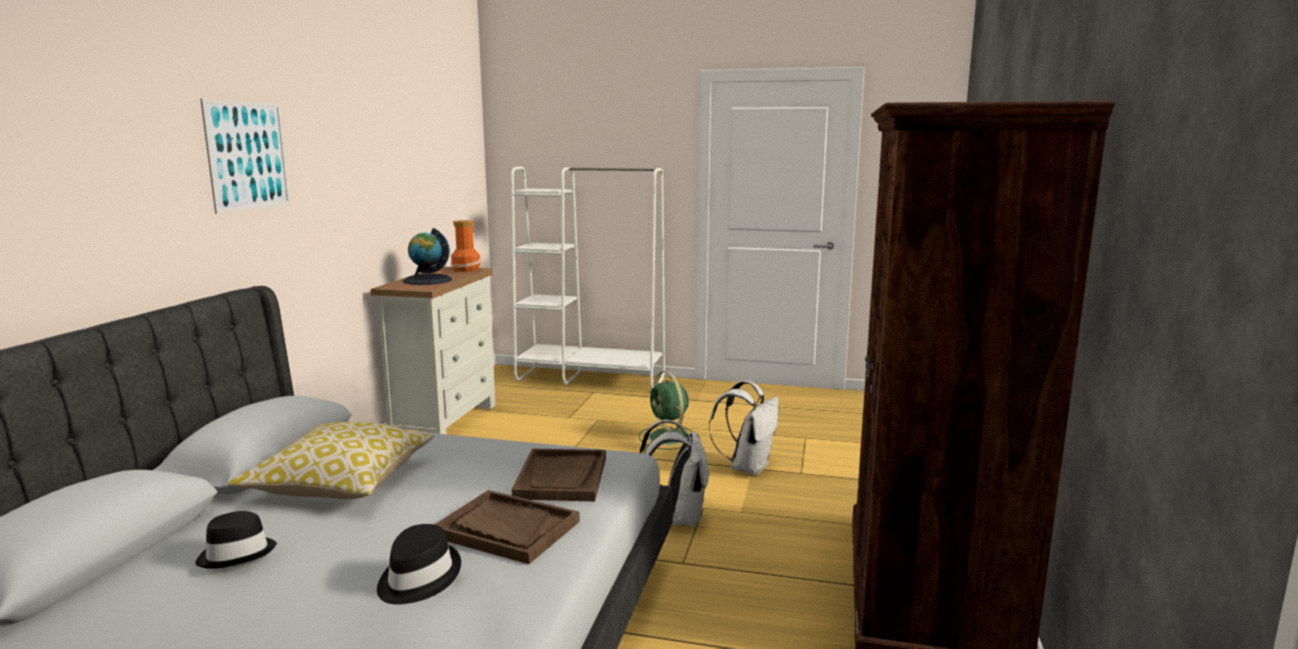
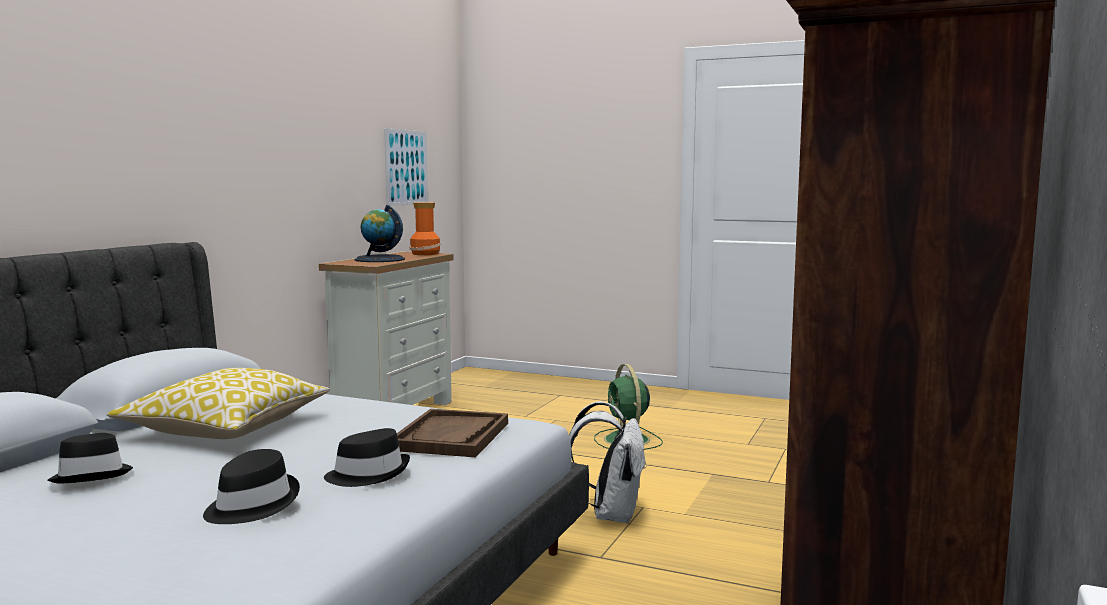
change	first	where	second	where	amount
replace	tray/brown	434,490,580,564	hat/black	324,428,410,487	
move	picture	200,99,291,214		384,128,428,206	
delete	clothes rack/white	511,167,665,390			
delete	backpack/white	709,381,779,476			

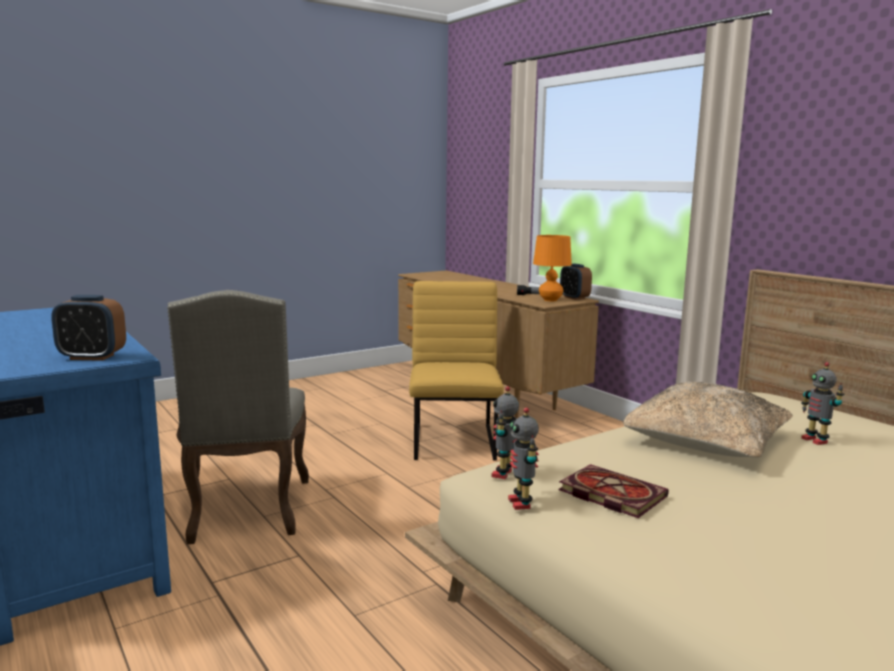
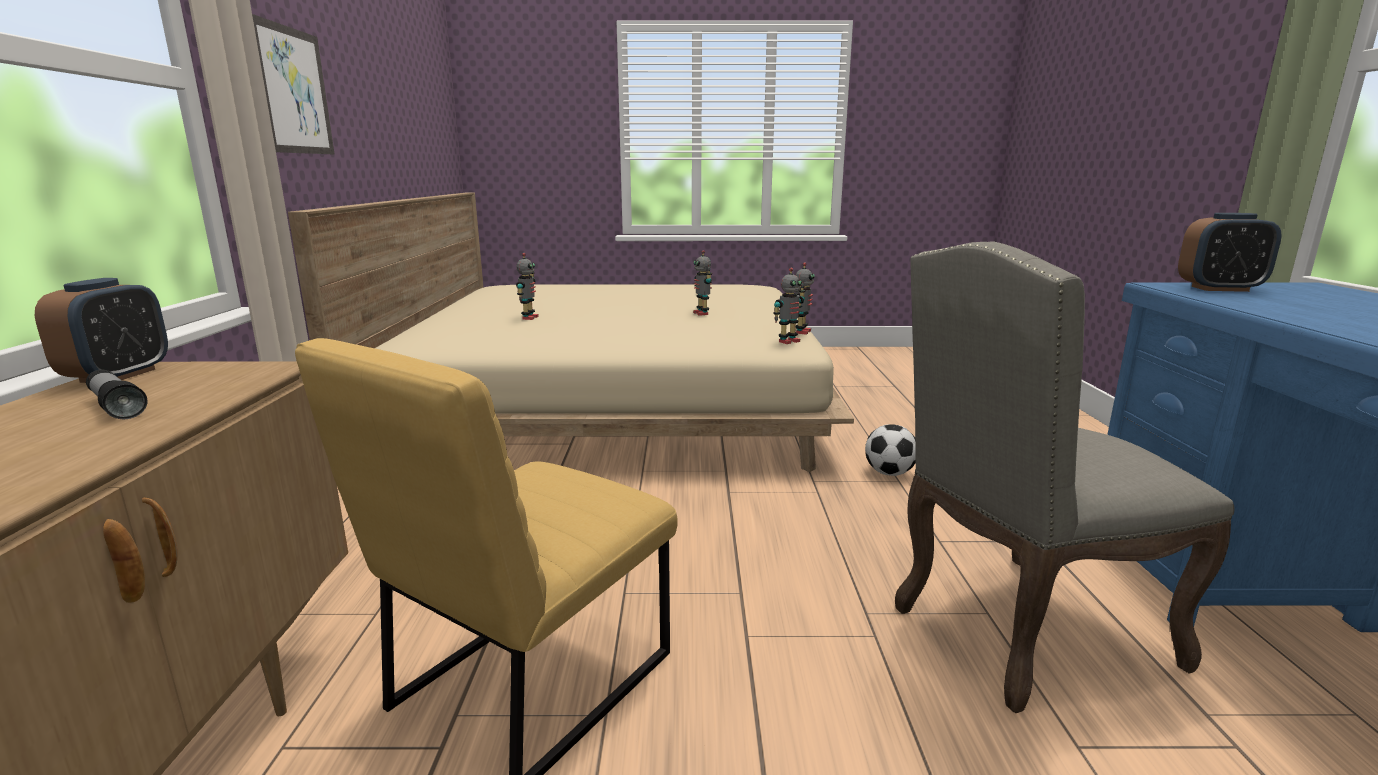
change	first	where	second	where	amount
insert			picture	252,14,335,154	
insert			toy robot	693,250,712,316	
insert			football	865,424,916,476	
rotate	chair/grey	167,290,309,544		895,241,1235,713	135 degrees counterclockwise
rotate	alarm clock	51,295,126,361		1178,213,1282,292	150 degrees clockwise
delete	table lamp/orange	533,235,572,301			
delete	book	559,464,669,518			
delete	pillow/beige	622,382,792,458			

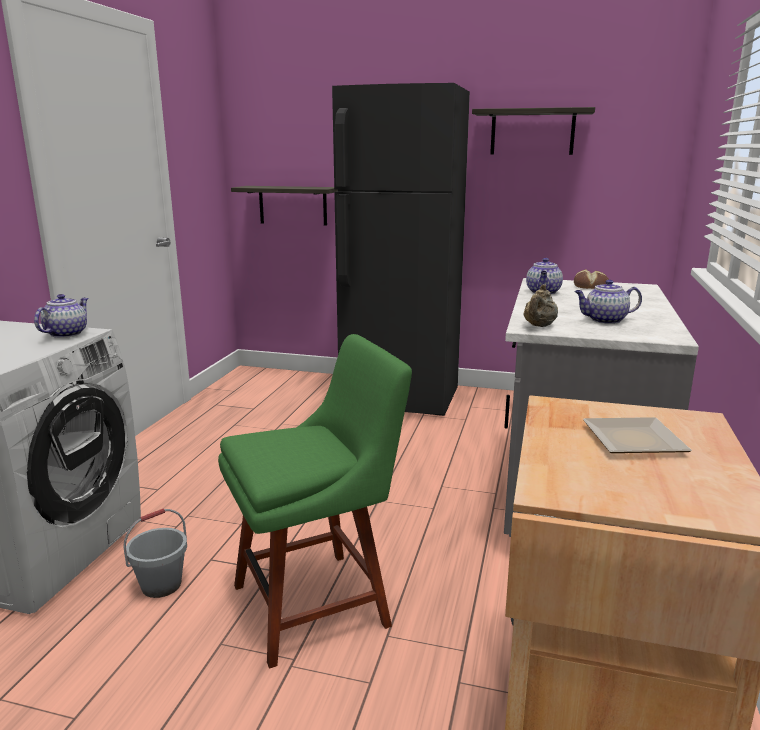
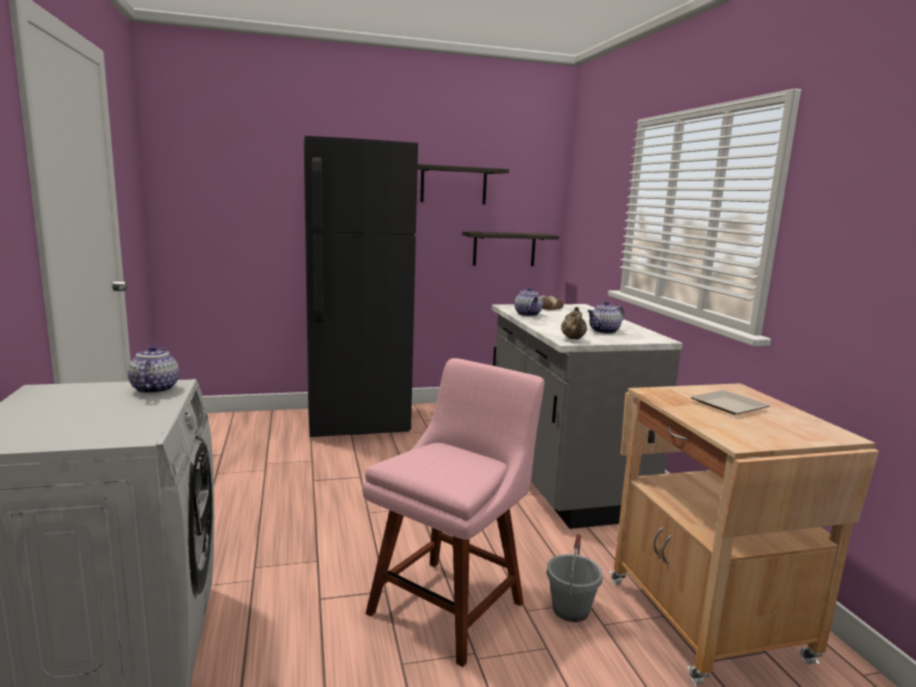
change	first	where	second	where	amount
recolor	chair/green	218,334,412,669	chair/pink	362,358,545,667	
move	shelf	231,186,338,226		462,231,559,266	
move	bucket/grey	123,508,187,598		547,534,603,622	

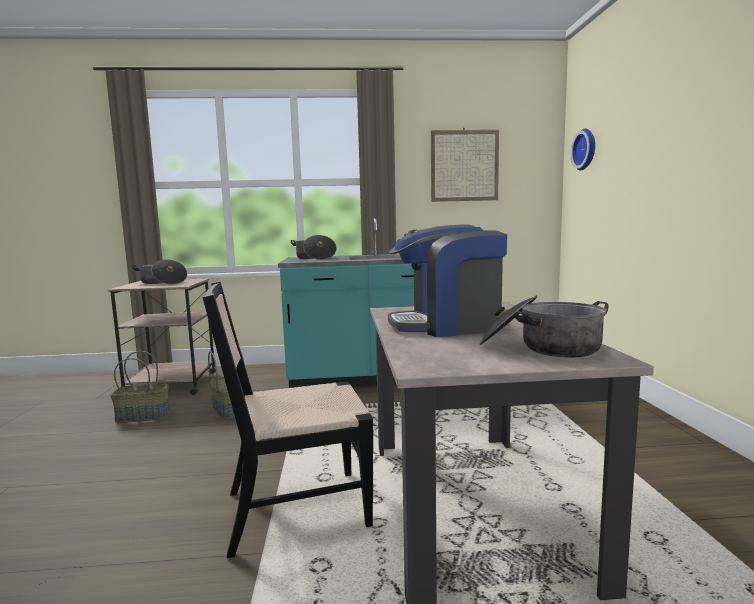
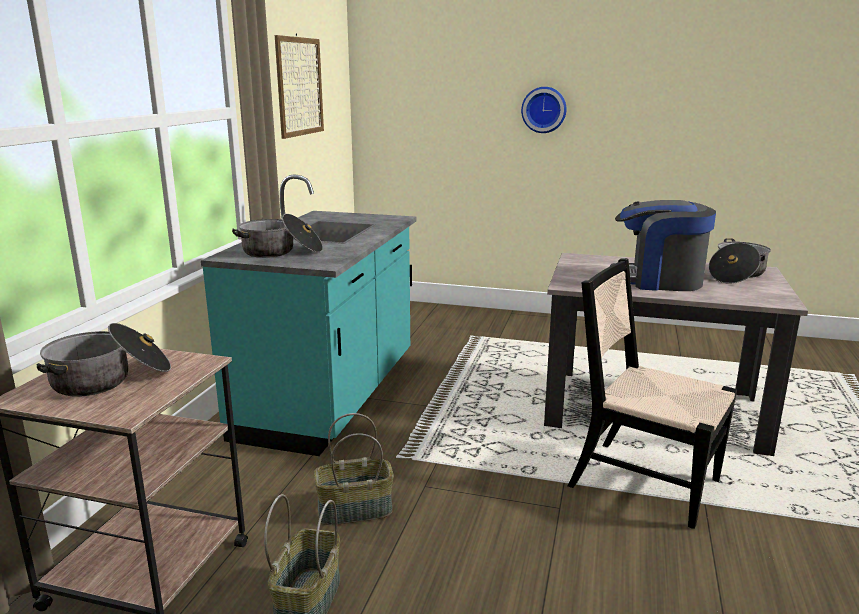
change	first	where	second	where	amount
move	wall clock	571,129,595,170		521,87,567,133	
rotate	chair	203,281,373,558		568,258,737,529	120 degrees clockwise
rotate	coffee machine	388,224,507,337		610,200,716,291	90 degrees clockwise

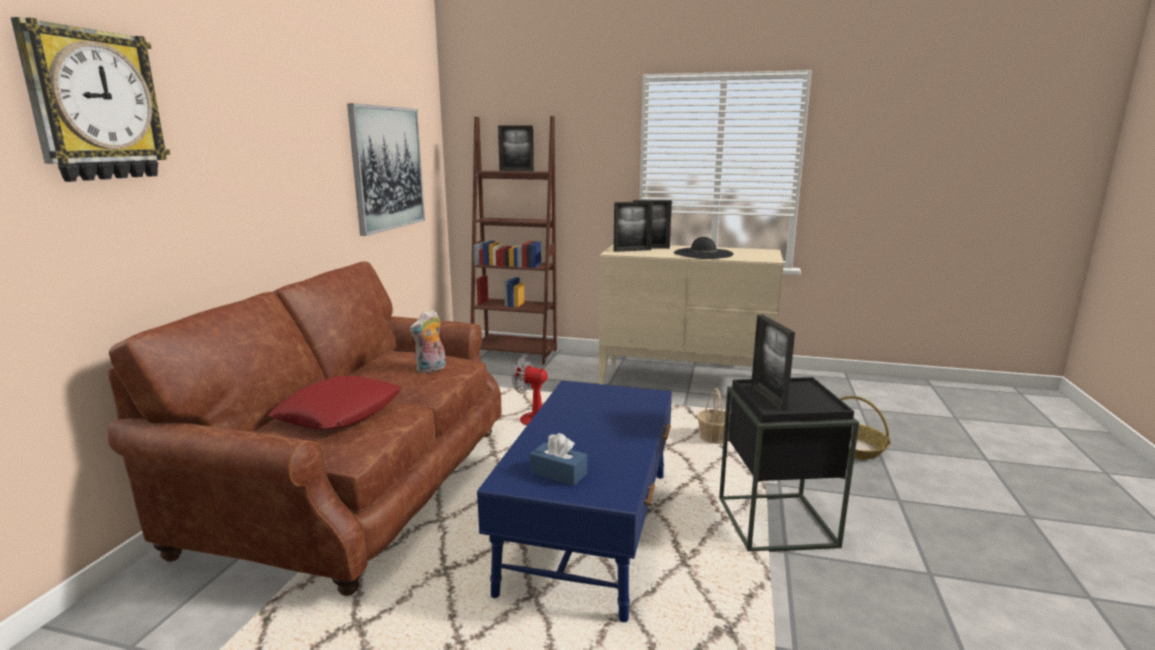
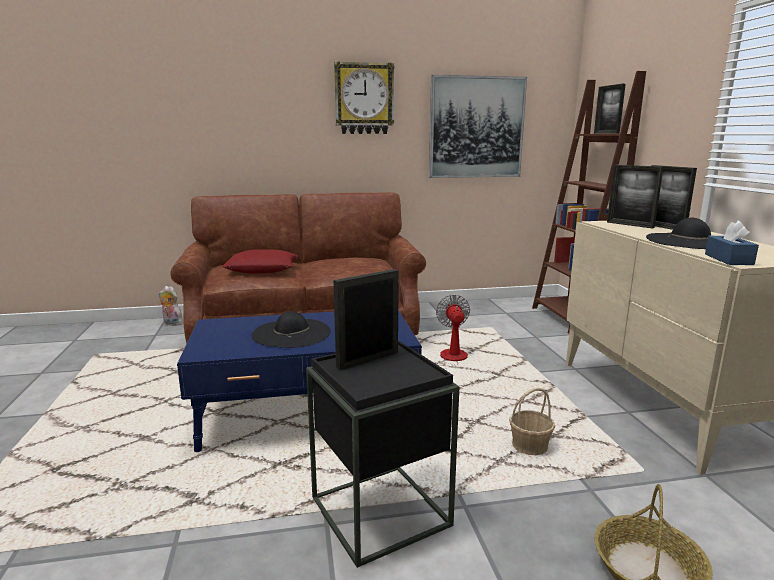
change	first	where	second	where	amount
move	plush toy	409,310,446,374		159,286,183,326	
insert			hat/black	251,311,330,348	
move	wall clock	11,17,170,182		334,61,395,134	
move	tissue box/blue	530,433,587,486		705,221,759,265	

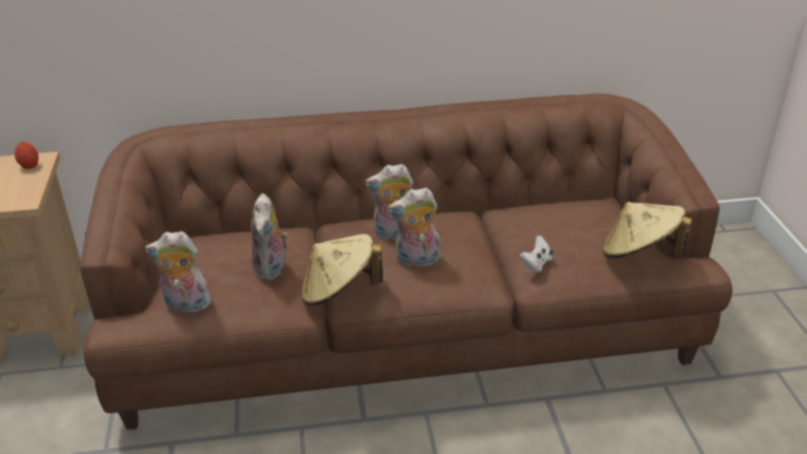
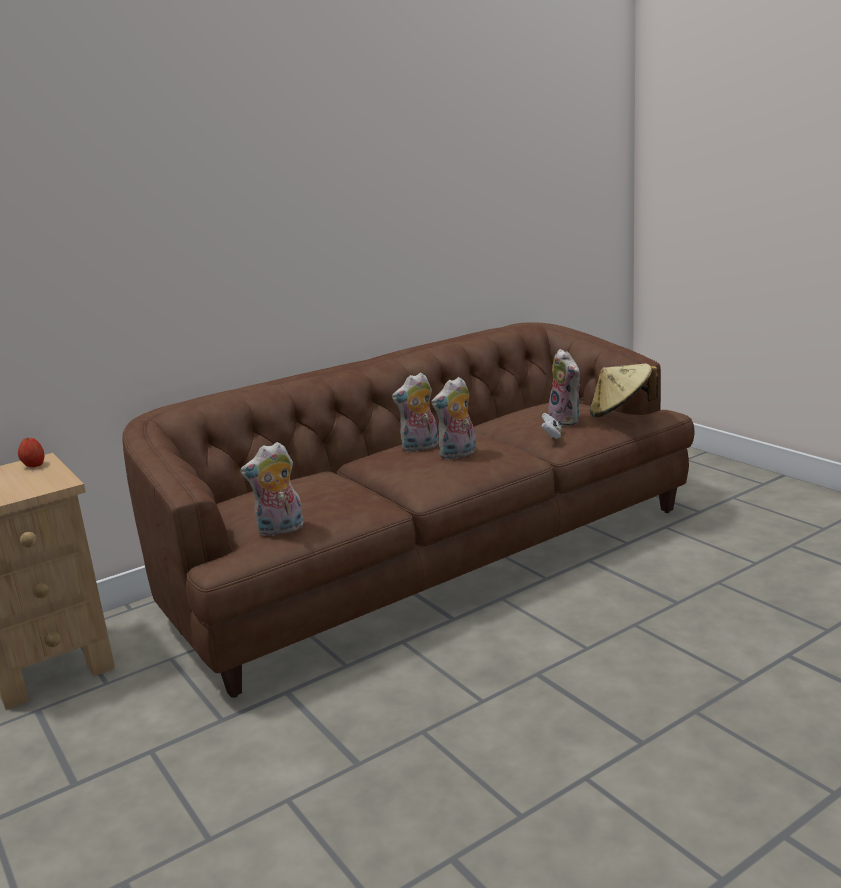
change	first	where	second	where	amount
move	plush toy	251,193,288,281		549,349,580,426	
delete	hat/beige	301,234,383,306			

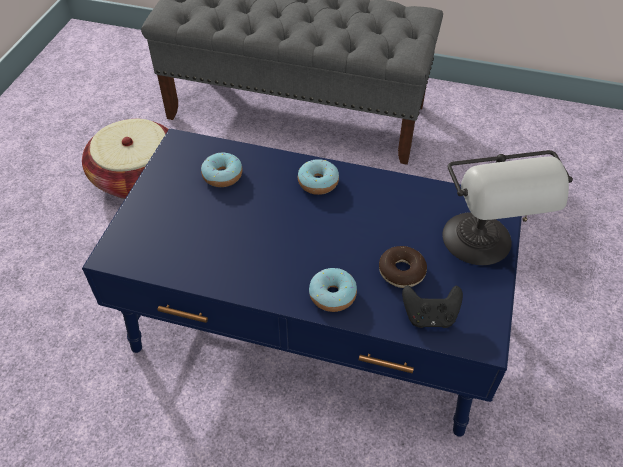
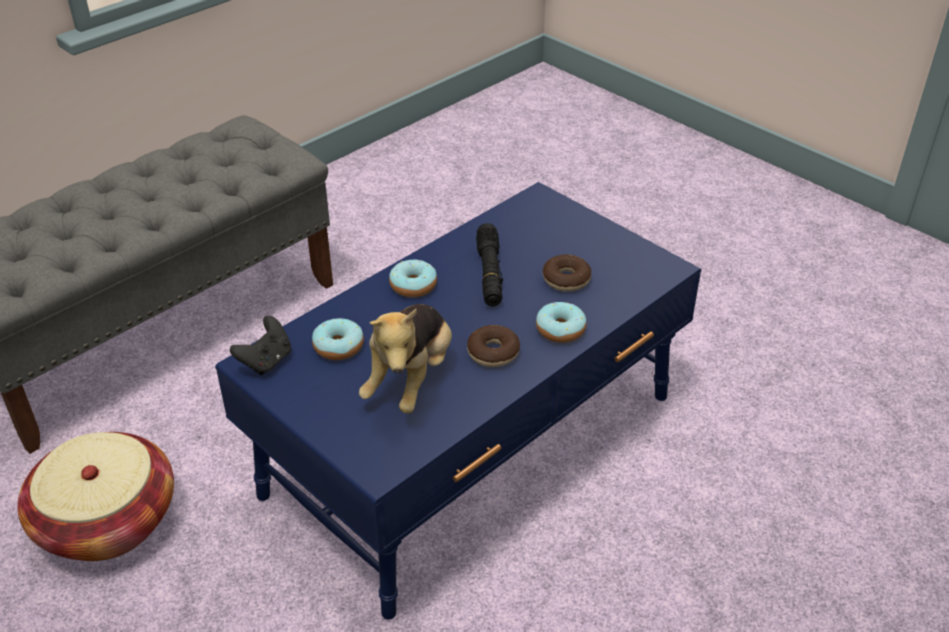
change	first	where	second	where	amount
move	game controller/black	402,285,463,328		230,316,291,375	
insert			plush toy	359,304,452,413	
insert			donut	467,325,520,367	
insert			flashlight/black	476,223,503,306	
delete	table lamp	442,150,573,265			

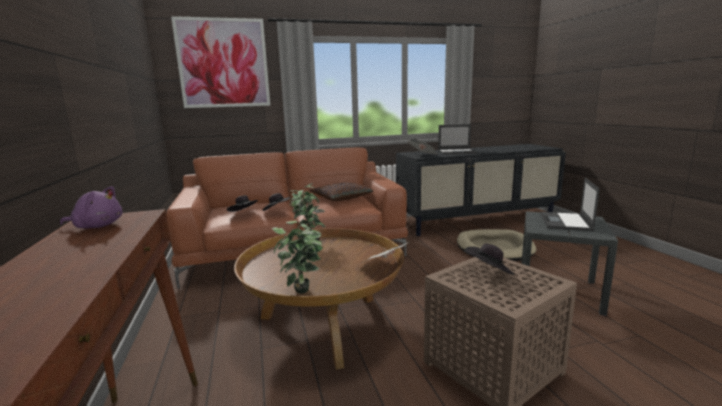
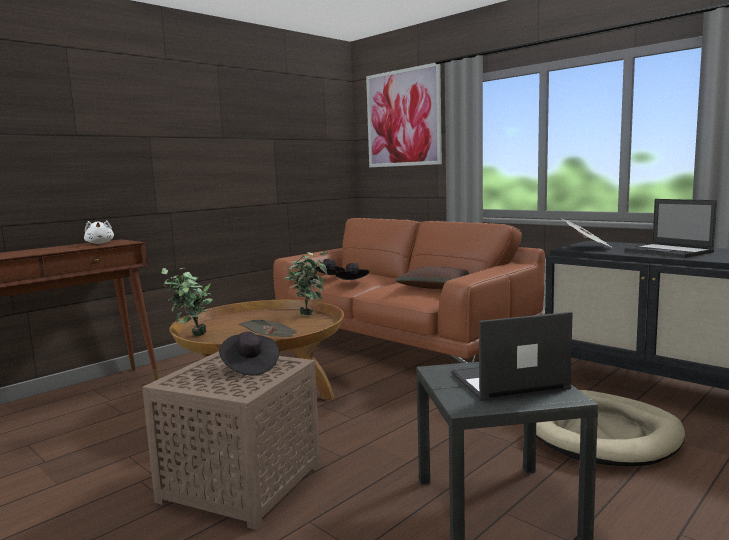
change	first	where	second	where	amount
recolor	plush toy/purple	60,186,122,229	plush toy/white	84,220,114,244	

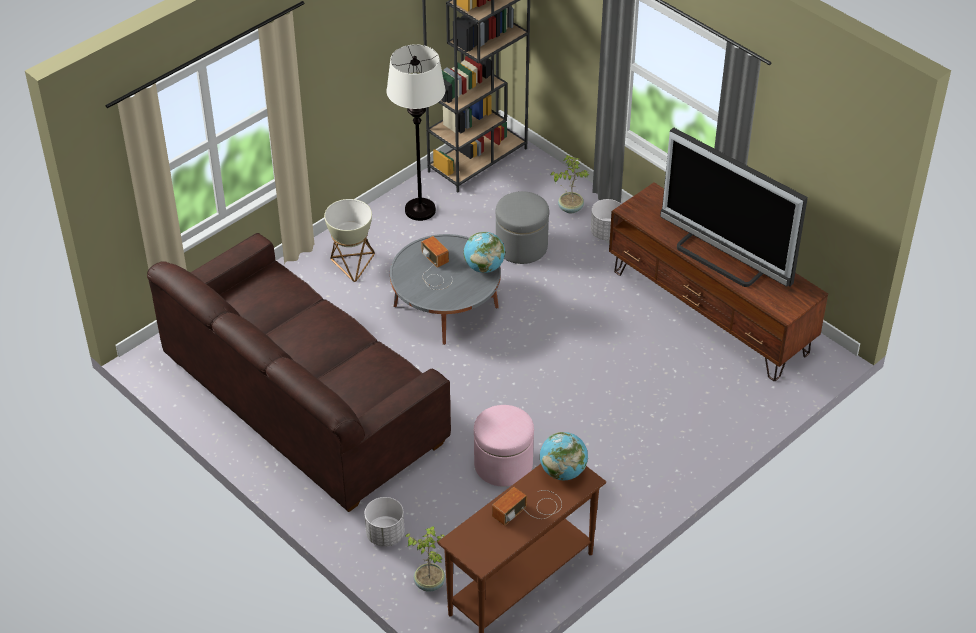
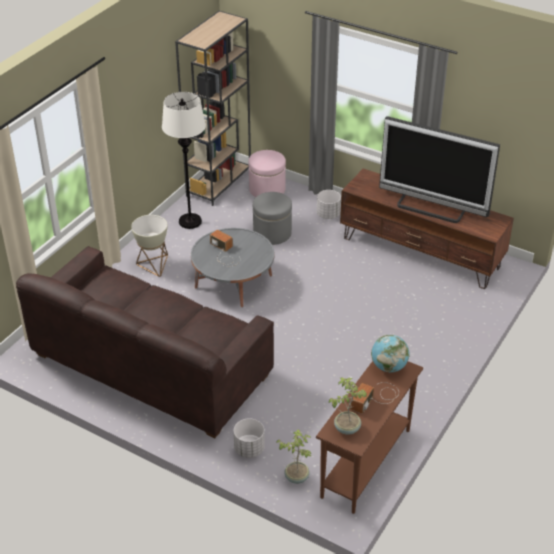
change	first	where	second	where	amount
move	ottoman/pink	474,405,534,487		248,150,286,197	
move	potted plant	550,155,590,214		329,377,367,435	
delete	globe	464,232,505,273			

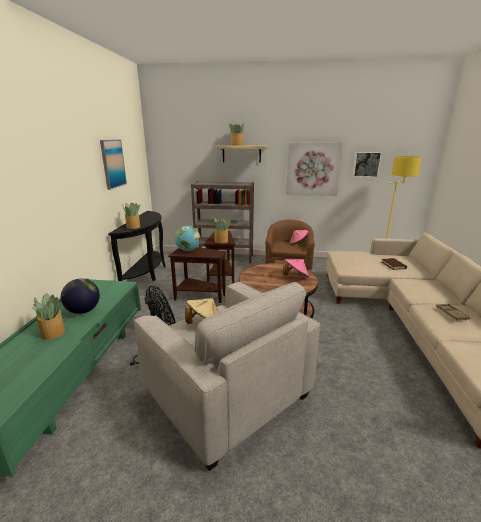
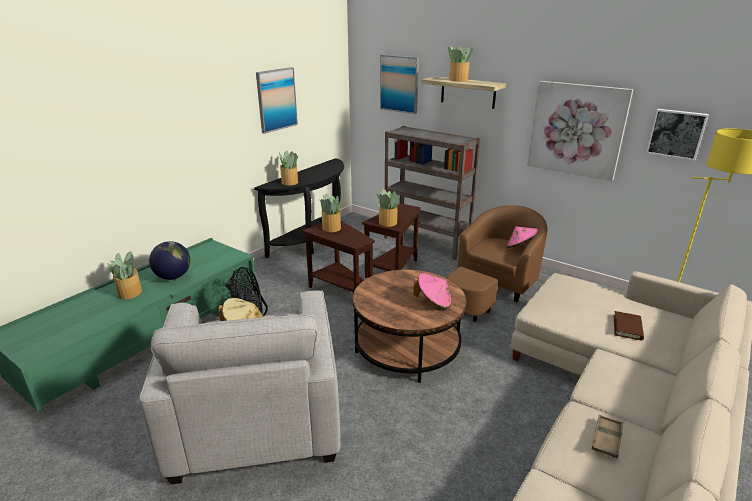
change	first	where	second	where	amount
replace	globe	175,226,200,251	potted plant	319,193,341,232	
insert			picture	380,55,419,114	

